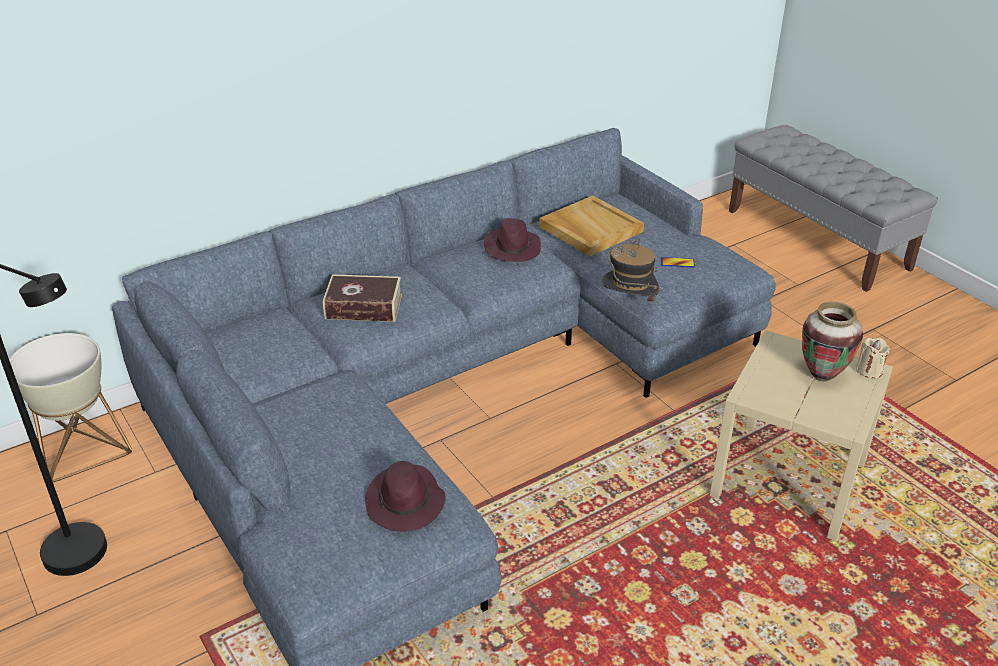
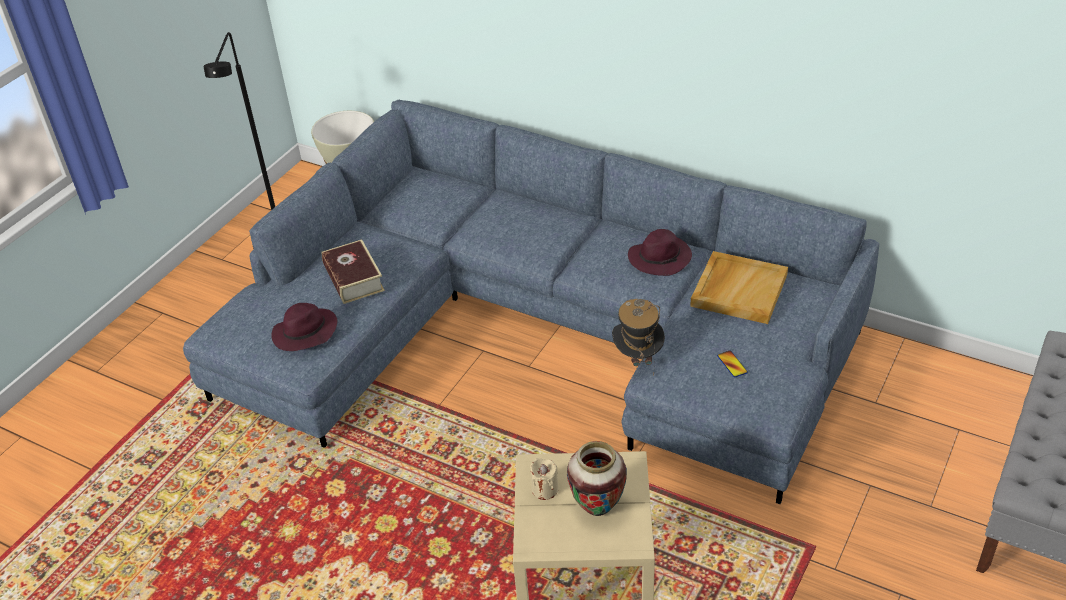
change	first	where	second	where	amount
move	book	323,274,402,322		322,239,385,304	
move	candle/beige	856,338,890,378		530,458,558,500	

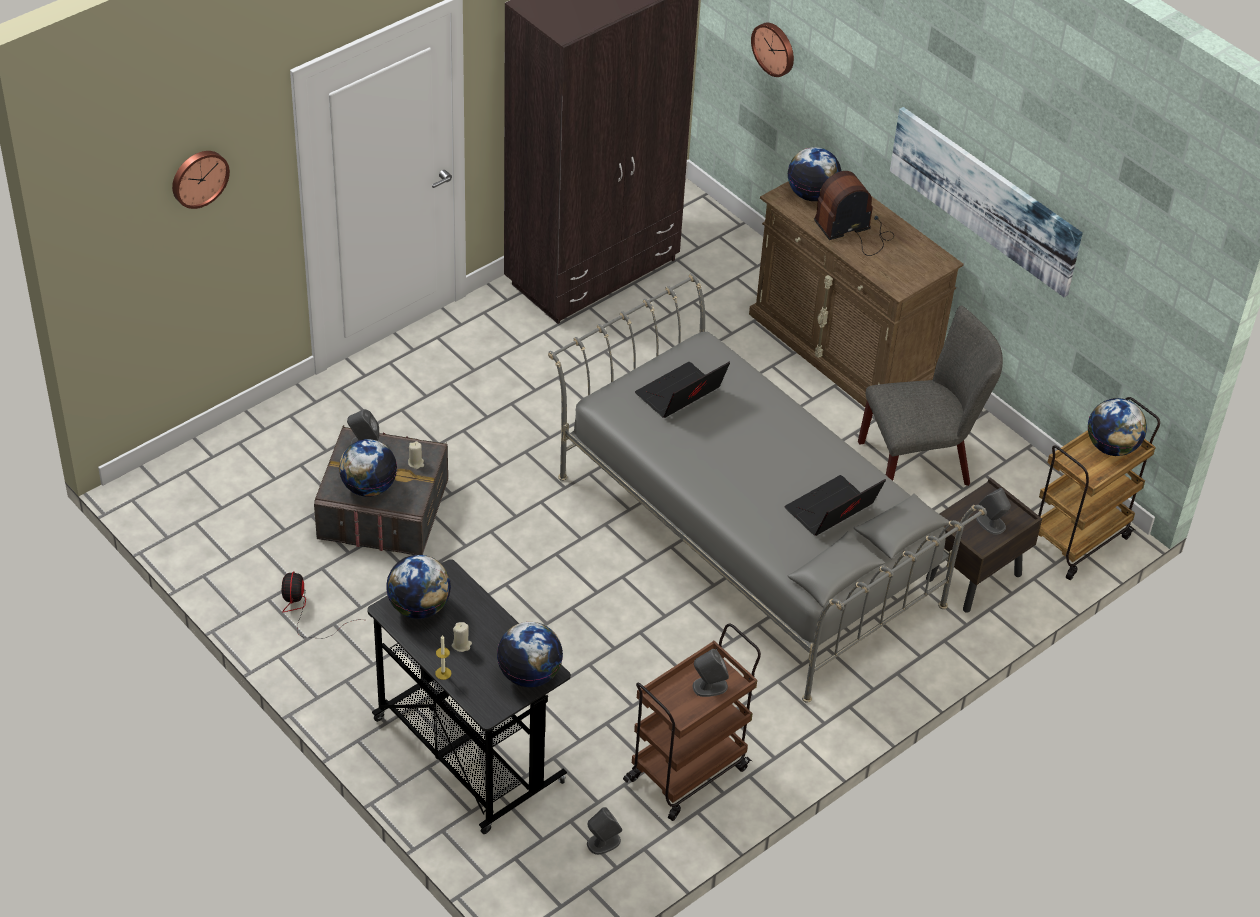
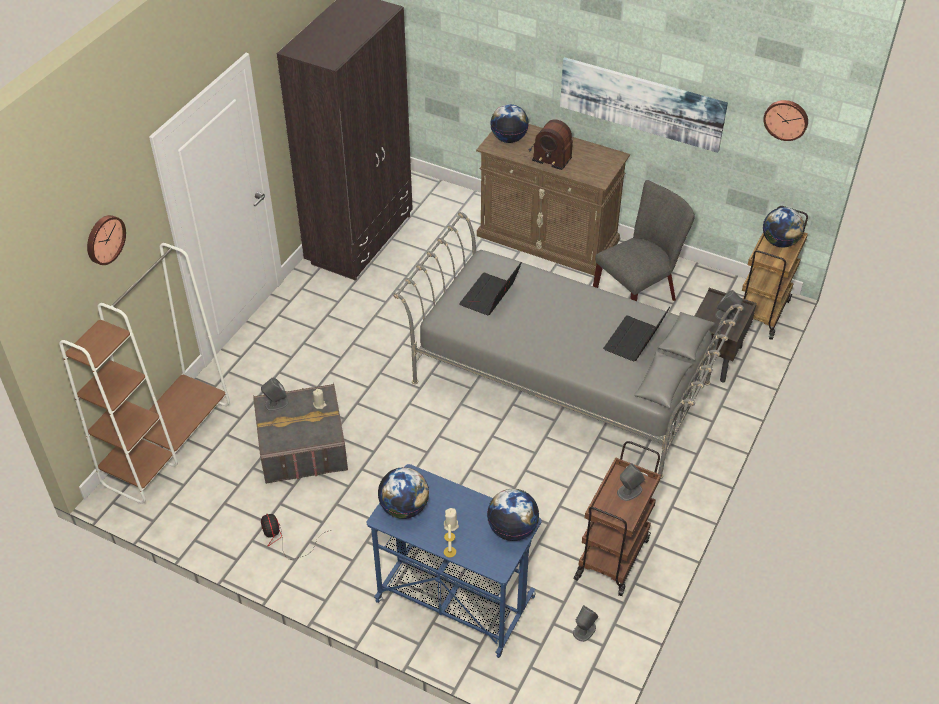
change	first	where	second	where	amount
insert			clothes rack/brown	59,243,230,504	
recolor	desk/black	367,559,571,834	desk/blue	367,464,542,658	
rotate	radio	814,171,894,256		529,120,573,170	105 degrees counterclockwise
move	wall clock	751,22,794,77		763,100,808,141	
delete	globe	339,439,397,497			

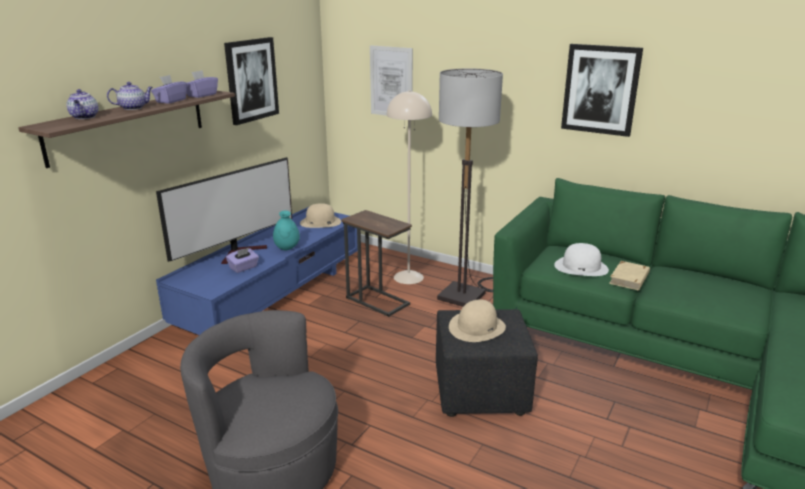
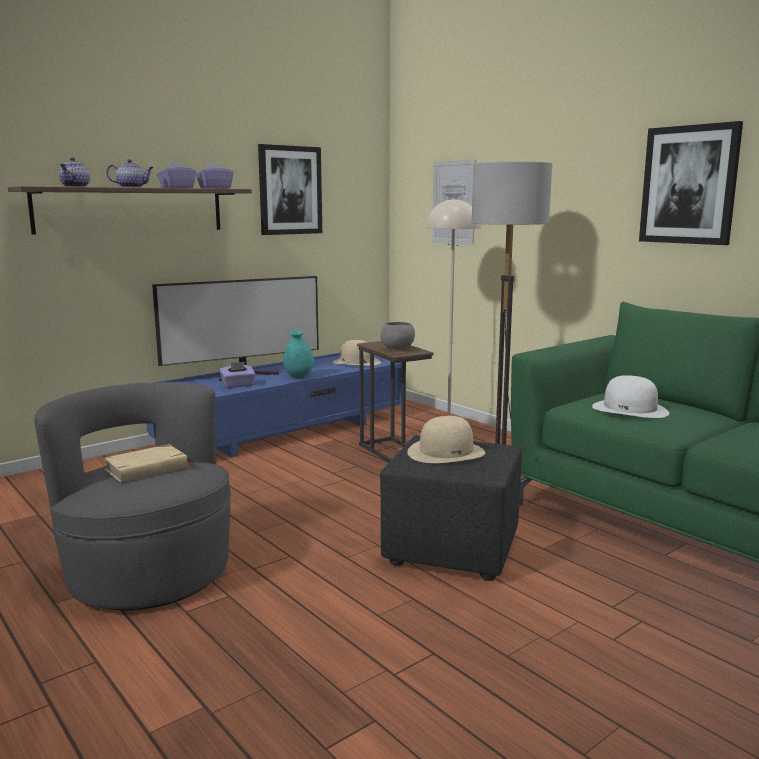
change	first	where	second	where	amount
move	book/beige	609,261,650,291		104,444,194,483	
insert			bowl/grey	380,322,415,350	

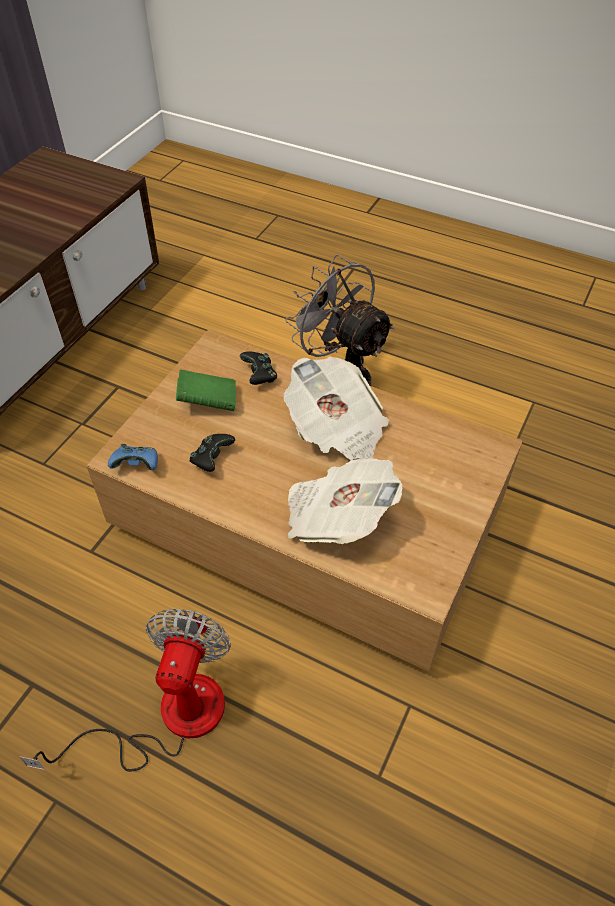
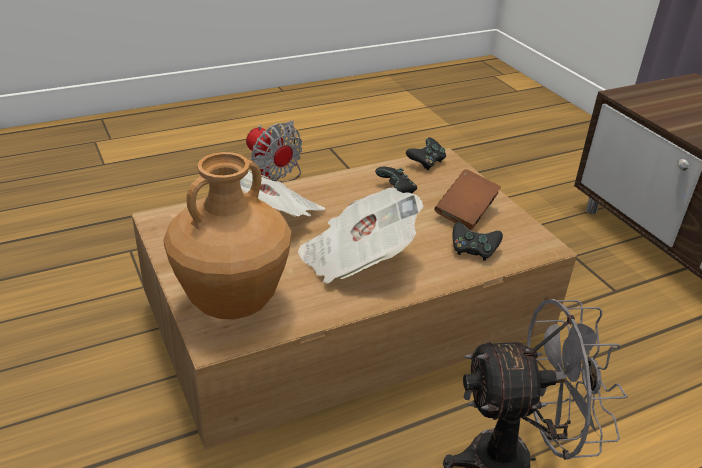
change	first	where	second	where	amount
insert			vase/brown	163,152,291,319	
recolor	game controller/blue	108,444,158,470	game controller/black	406,137,446,170	
recolor	book/green	176,369,236,411	book/brown	434,169,501,230	

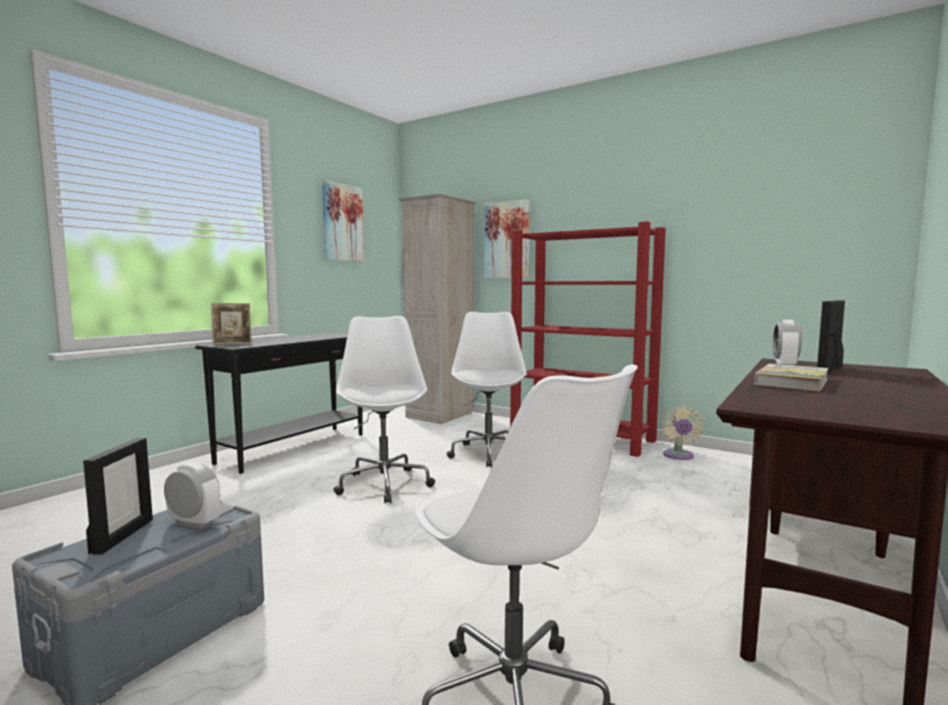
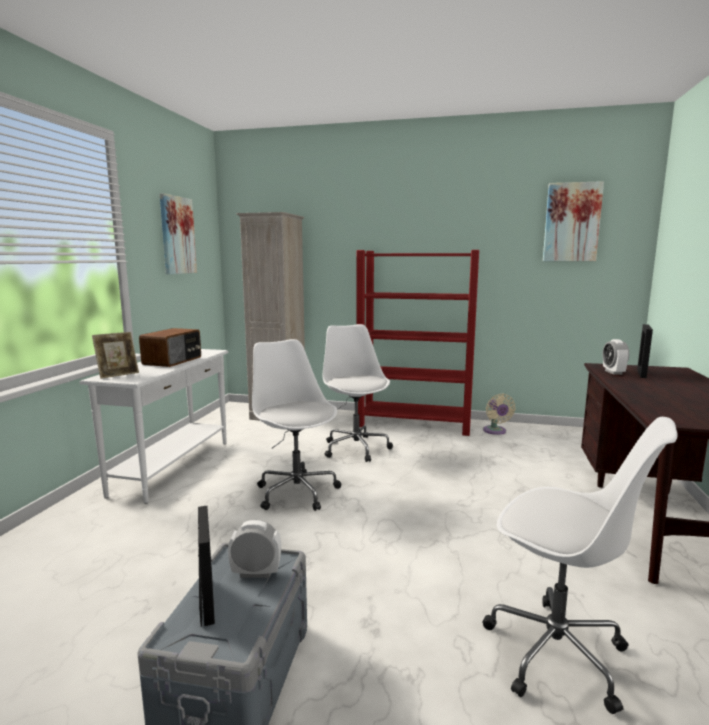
change	first	where	second	where	amount
recolor	console table/black	195,333,363,474	console table/white	80,349,228,504	
insert			radio	139,328,201,367	
move	picture	484,199,530,278		543,181,604,261	
delete	book	754,363,829,391			

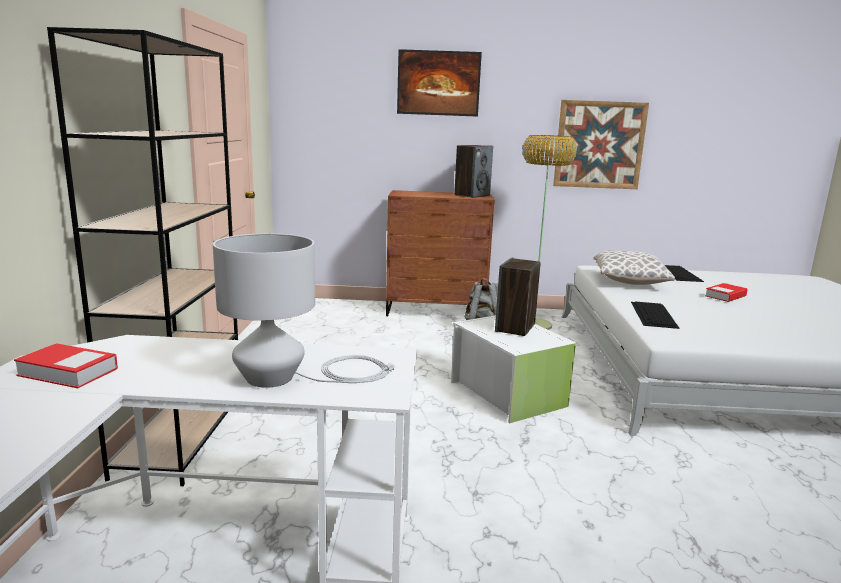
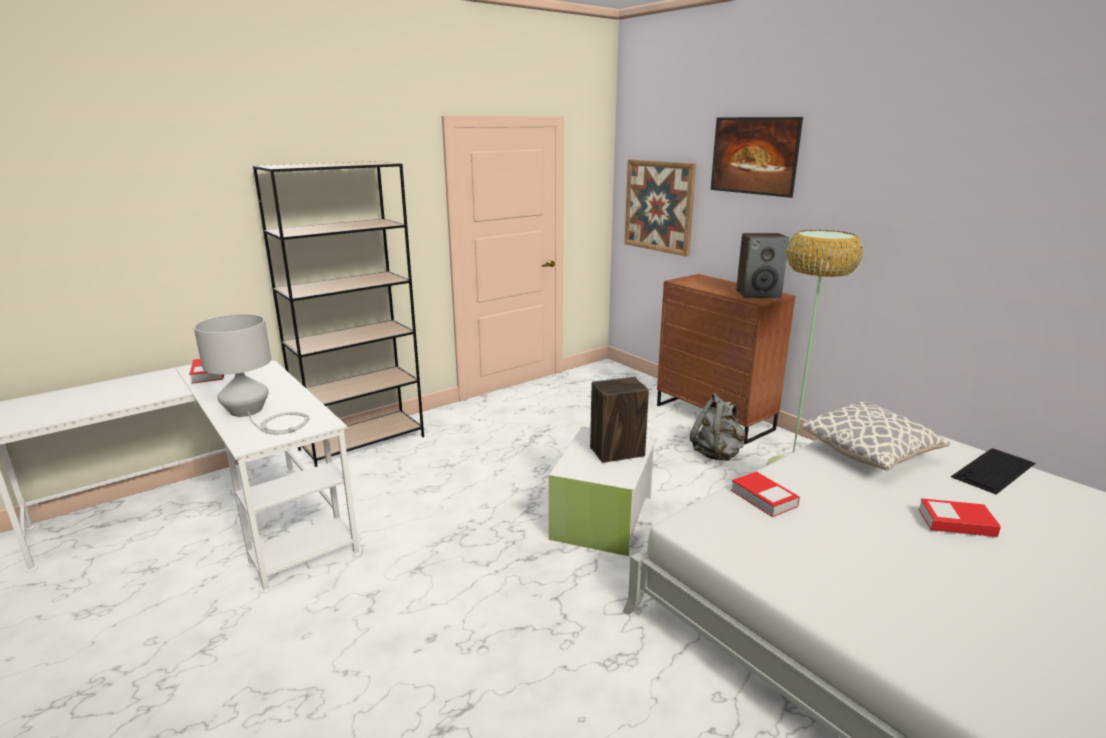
change	first	where	second	where	amount
move	picture	553,100,649,189		624,159,696,257	
replace	keyboard	631,302,679,329	book	731,471,800,517	

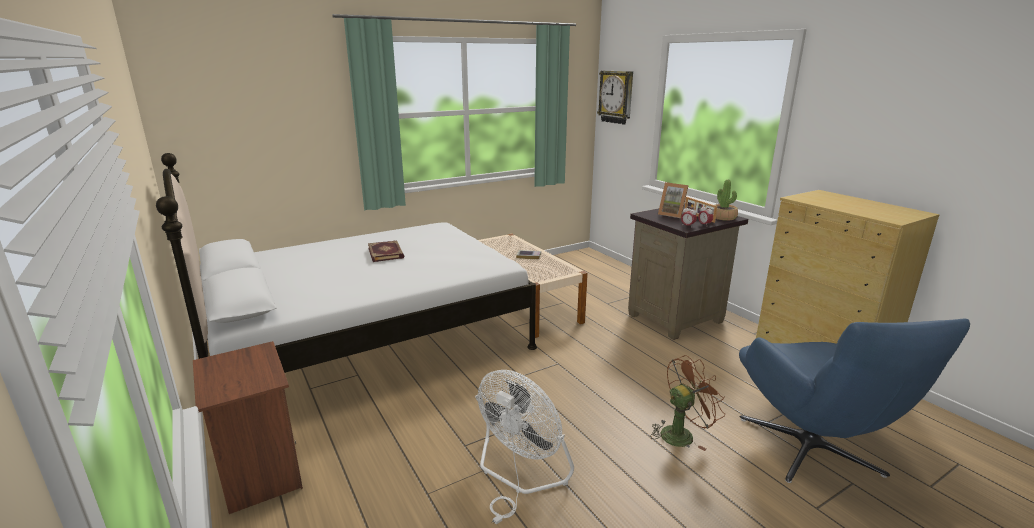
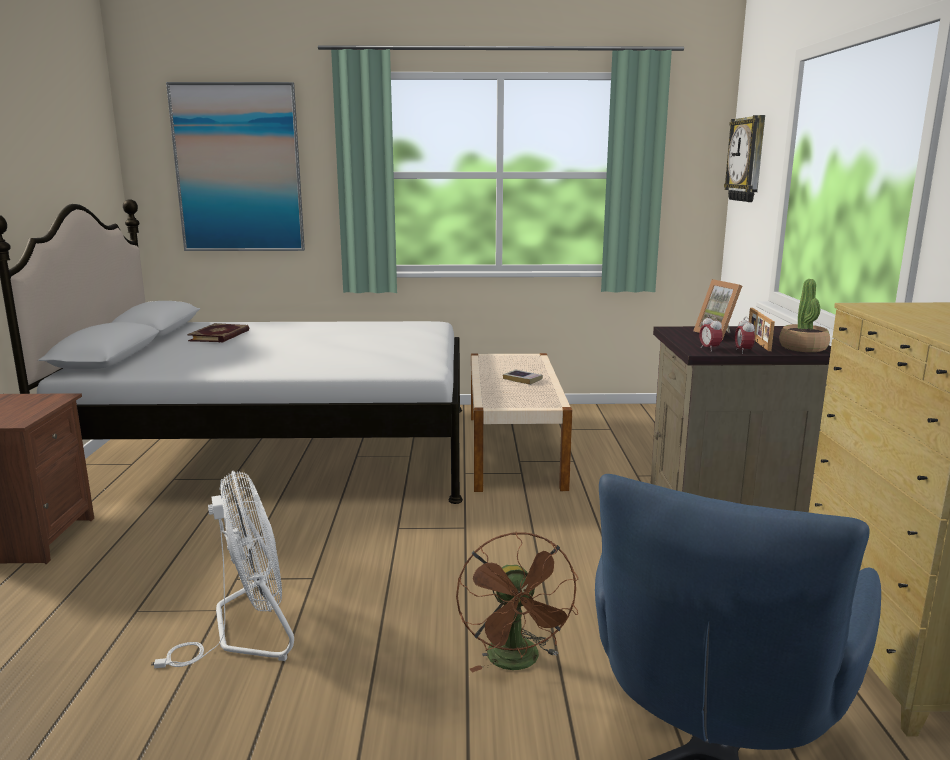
change	first	where	second	where	amount
insert			picture	166,82,305,251	
move	book	368,240,404,262		187,323,249,343	
rotate	fan/brown	650,355,725,451		456,532,578,672	75 degrees clockwise

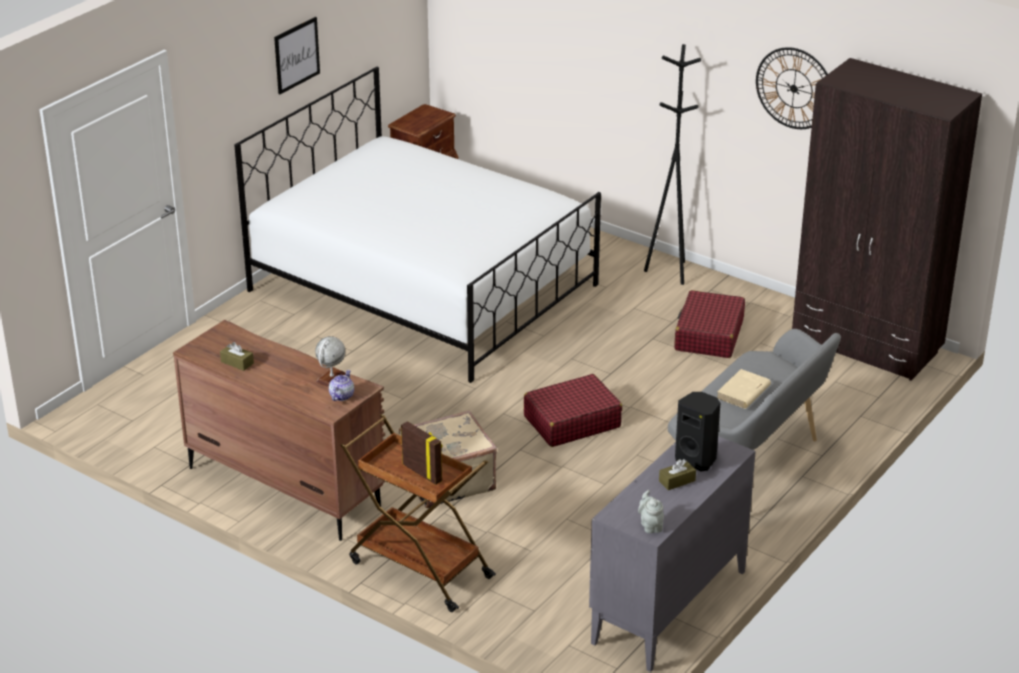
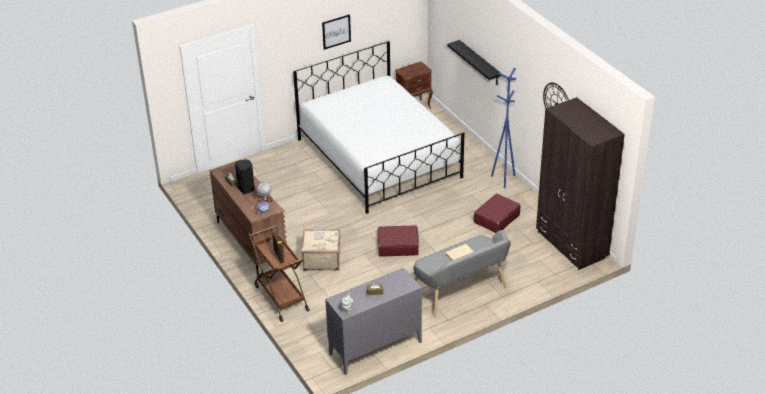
change	first	where	second	where	amount
move	speaker/black	675,392,720,471		235,159,255,194	
insert			shelf/black	448,40,502,85	
recolor	clothes rack/black	644,44,701,285	clothes rack/blue	491,68,516,188	

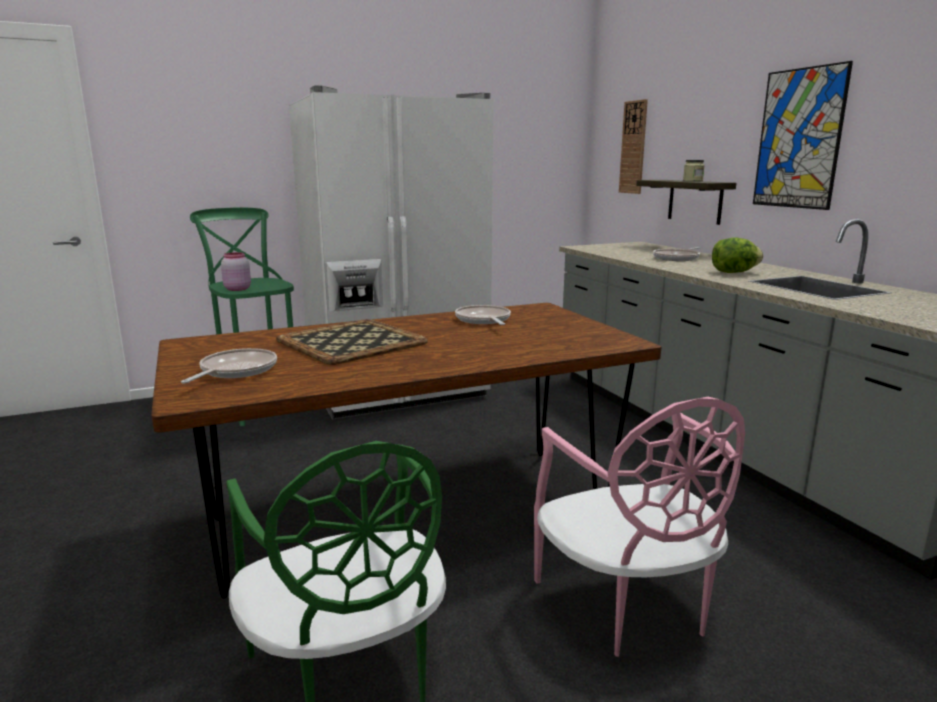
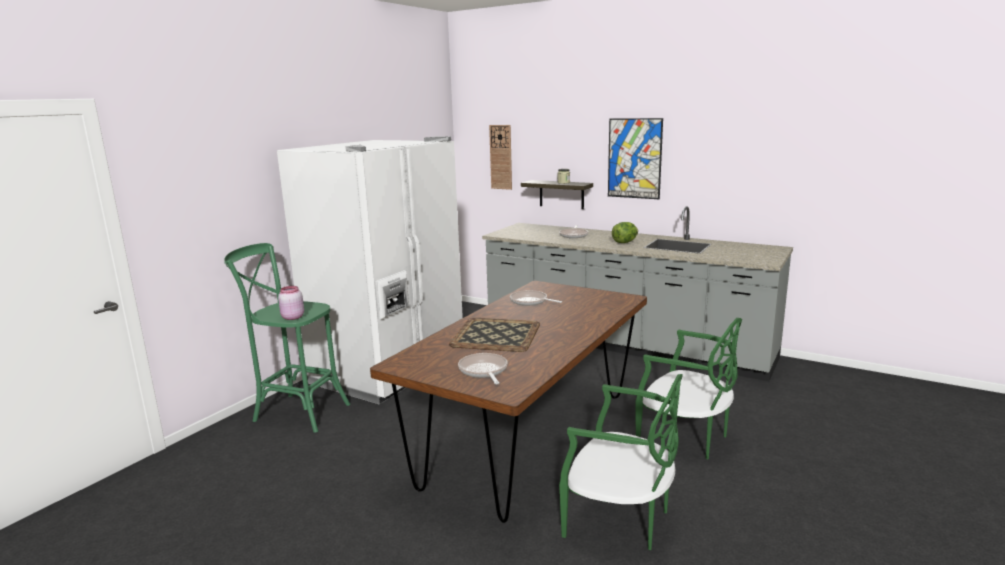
change	first	where	second	where	amount
recolor	chair/pink	534,397,745,657	chair/green	635,318,742,459	

